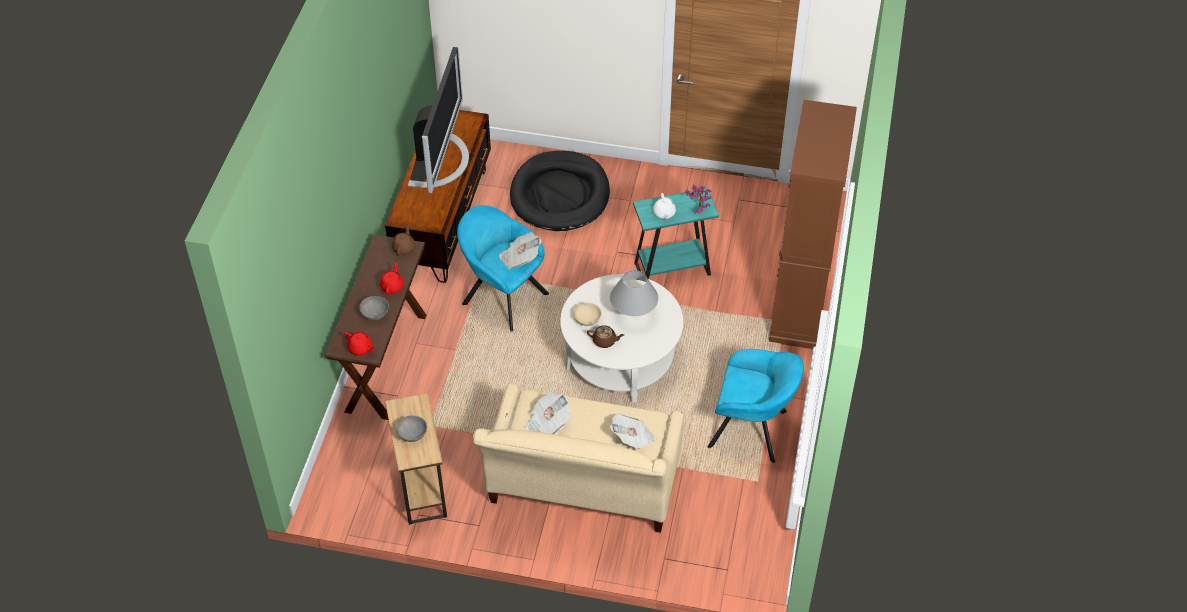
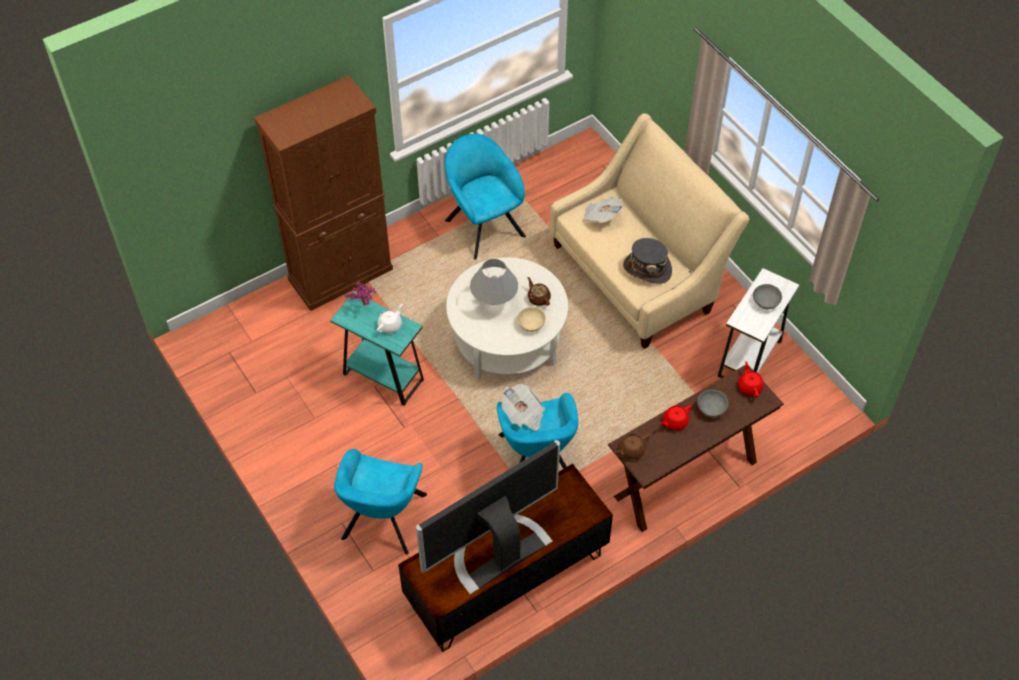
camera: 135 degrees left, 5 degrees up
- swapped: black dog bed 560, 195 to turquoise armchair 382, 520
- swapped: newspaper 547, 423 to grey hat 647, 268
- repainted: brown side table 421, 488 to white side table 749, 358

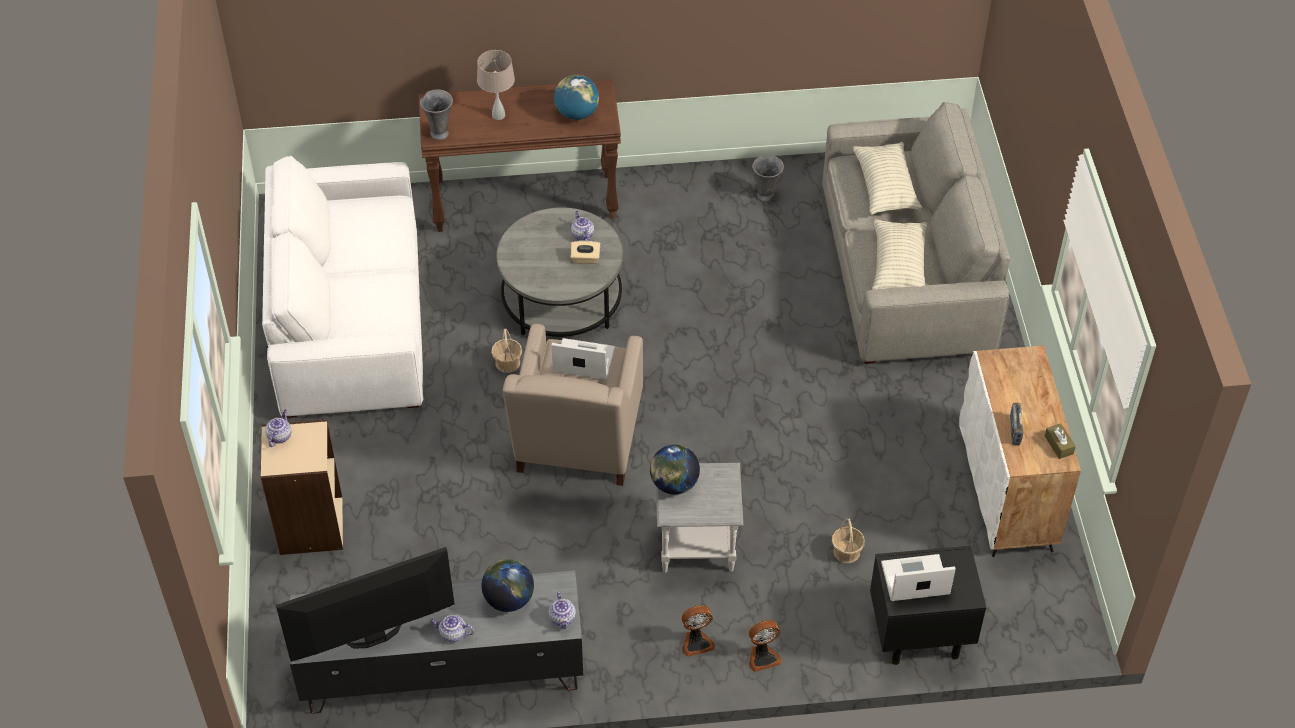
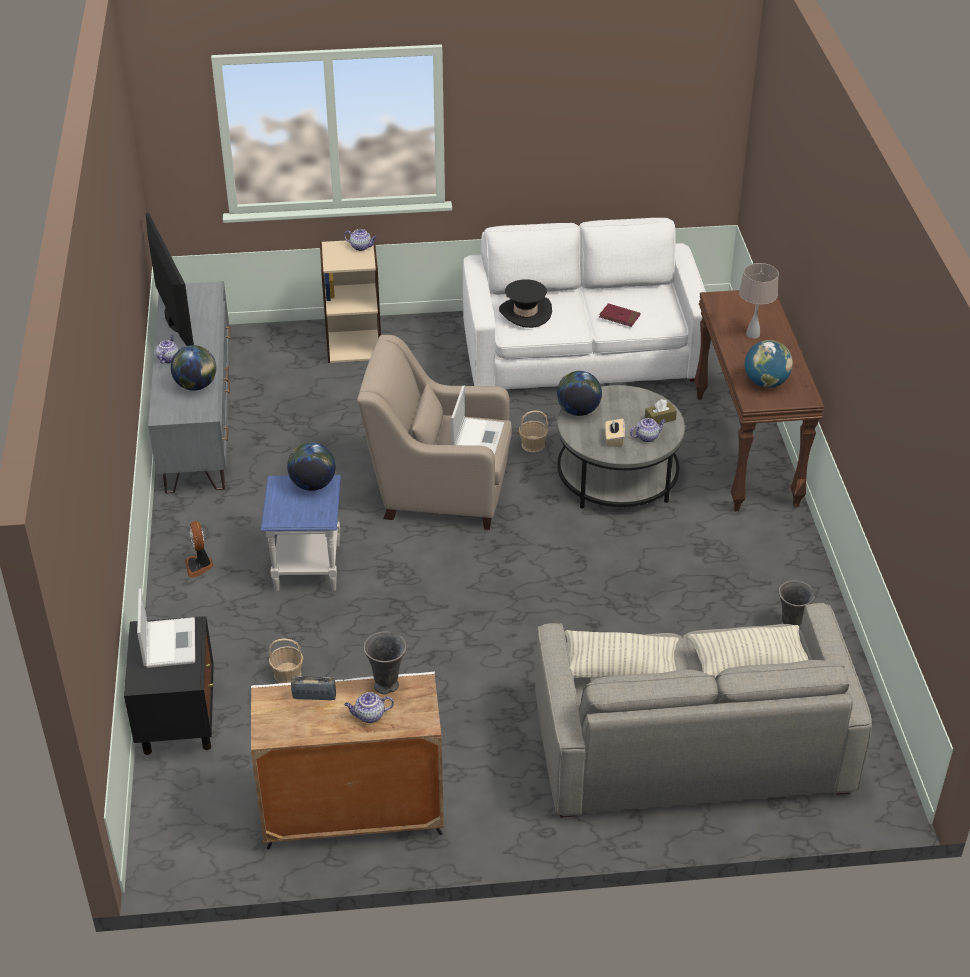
camera: 90 degrees right, 10 degrees down
- shifted: grey vase 439, 133 to 387, 686
- shifted: brown tissue box 1058, 445 to 660, 419
- repainted: grey side table 696, 546 to blue side table 307, 566
- shifted: teapot 562, 618 to 369, 716
- gone: fan 763, 656
- new: black hat 525, 313
- new: red book 619, 317
- new: globe 578, 411

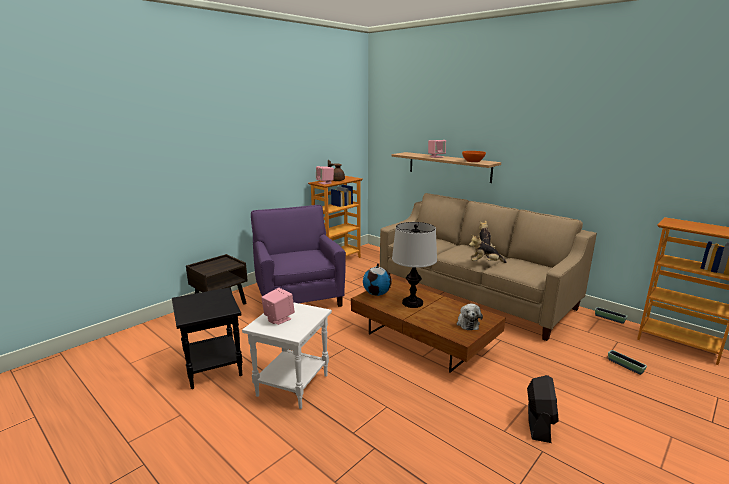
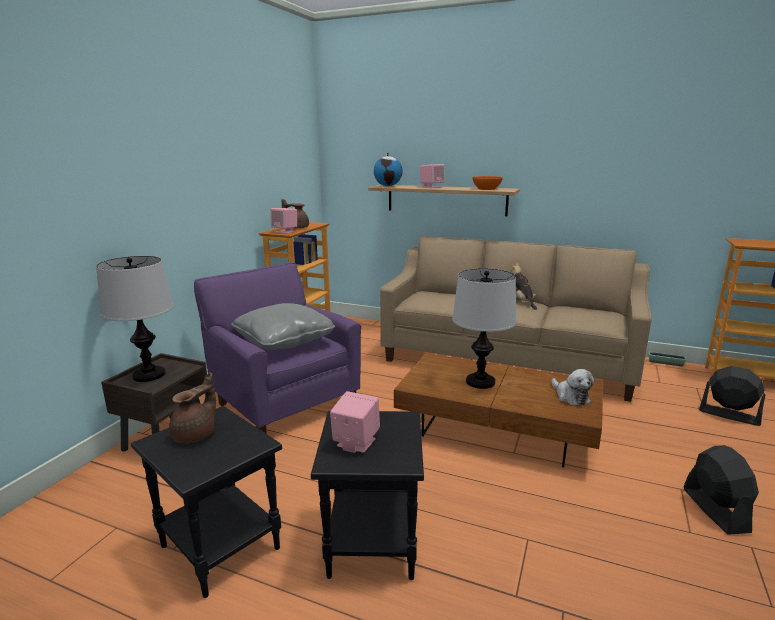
camera: 20 degrees left, 0 degrees up
- gone: plush toy 485, 263
- shifted: globe 377, 294 to 388, 186
- repainted: white side table 292, 385 to black side table 370, 542
- swapped: planter 625, 366 to black fan 729, 414
- new: table lamp 148, 375
- new: grey pillow 284, 341
- new: brown teapot 196, 434

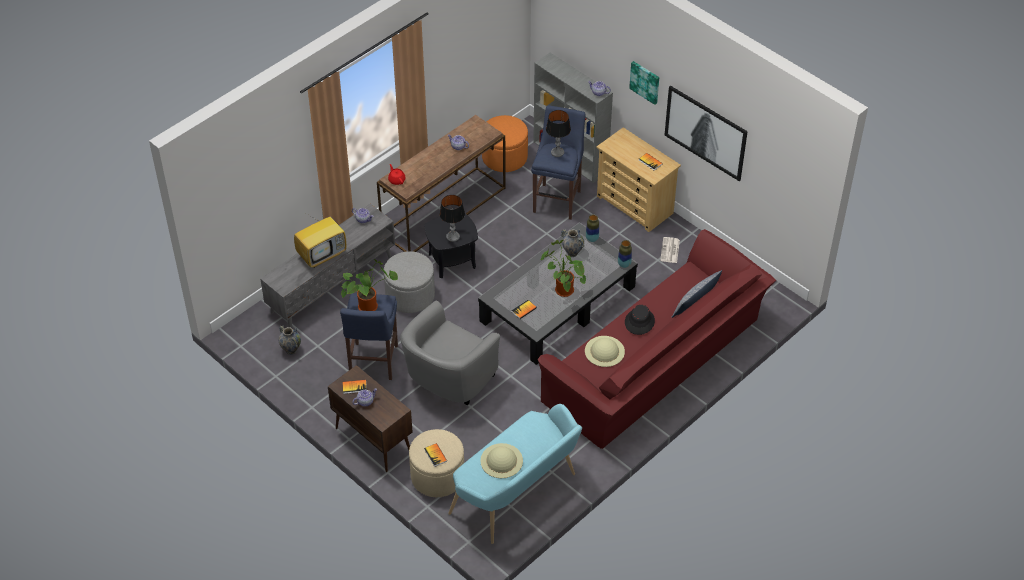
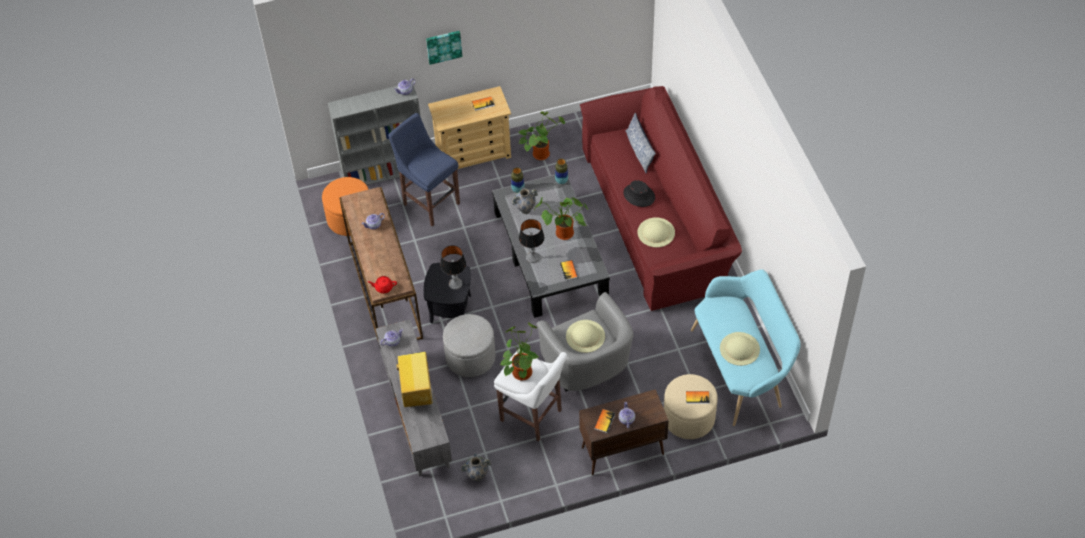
camera: 60 degrees left, 5 degrees up
- gone: picture 706, 132
- shifted: table lamp 557, 152 to 532, 257
- swapped: newspaper 670, 251 to potted plant 541, 153
- repainted: blue stool 373, 363 to white stool 533, 417
- new: beige hat 585, 336

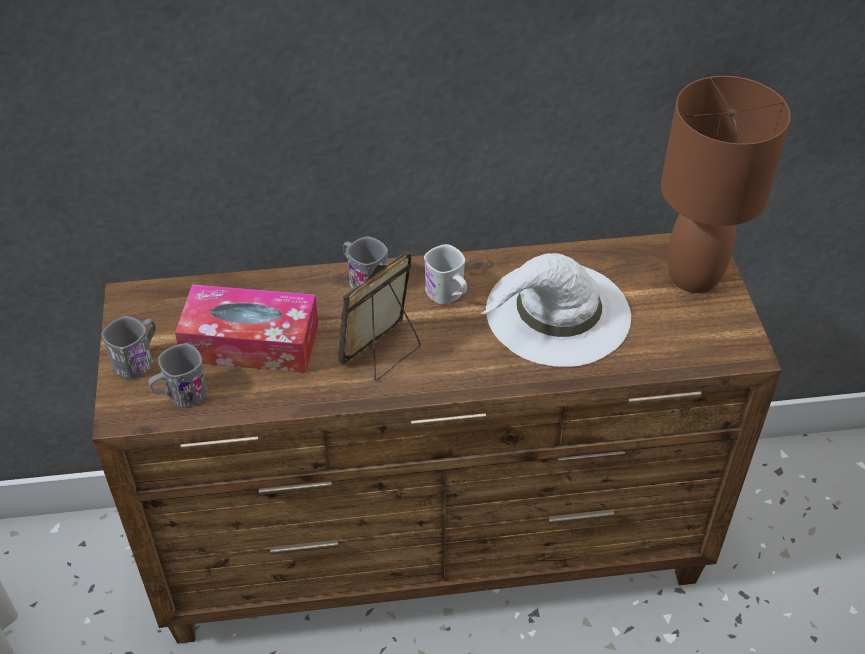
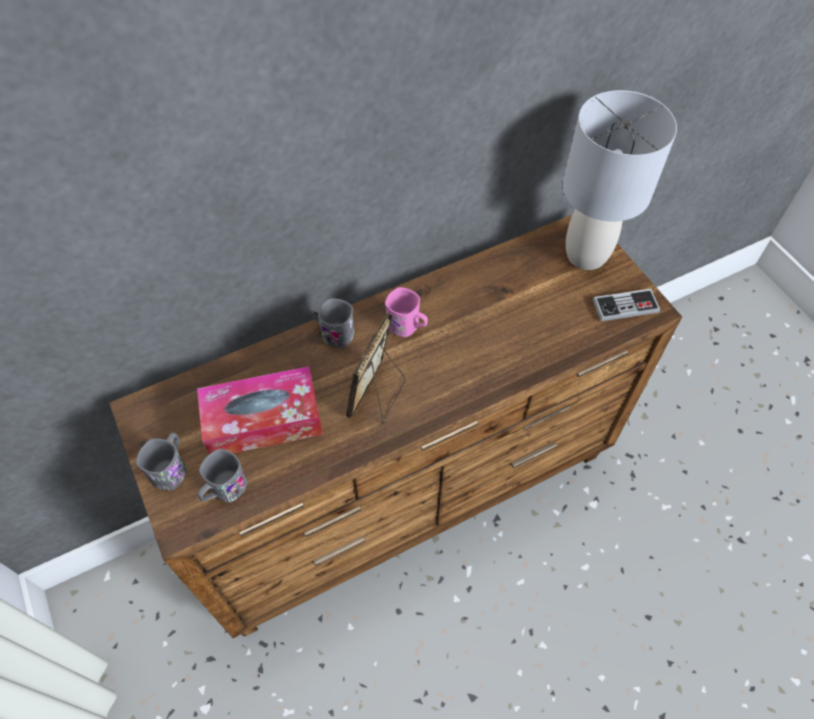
camera: 20 degrees left, 10 degrees up
- repainted: brown table lamp 693, 276 to grey table lamp 585, 255
- repainted: white mug 448, 295 to pink mug 407, 327
- gone: white hat 556, 314
- new: game controller 625, 306

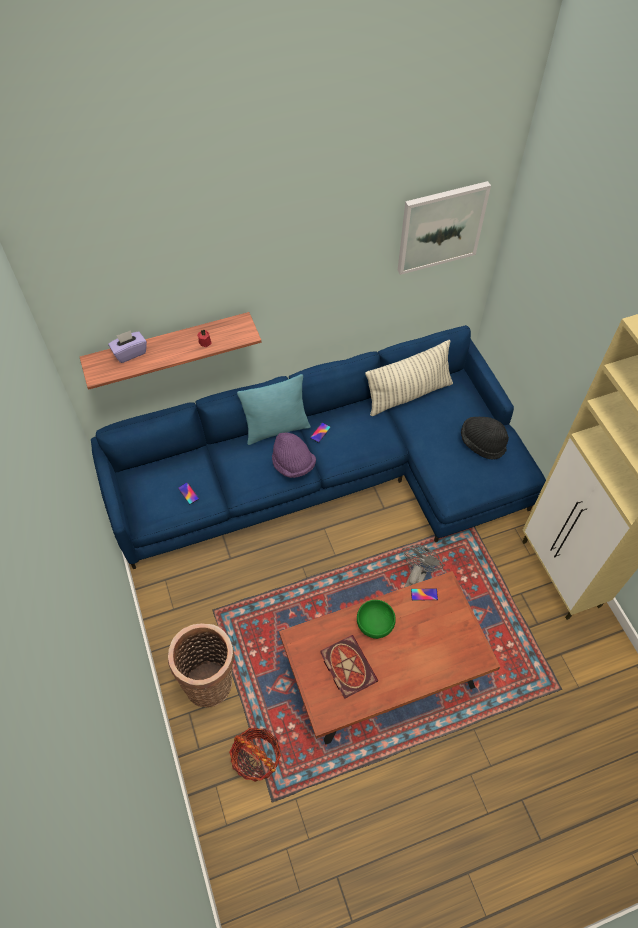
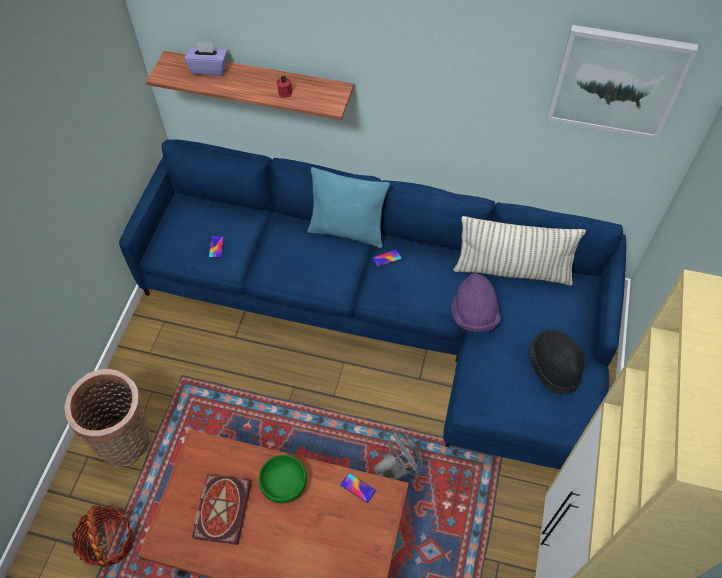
camera: 35 degrees right, 0 degrees up
- shifted: purple hat 293, 464 to 474, 314

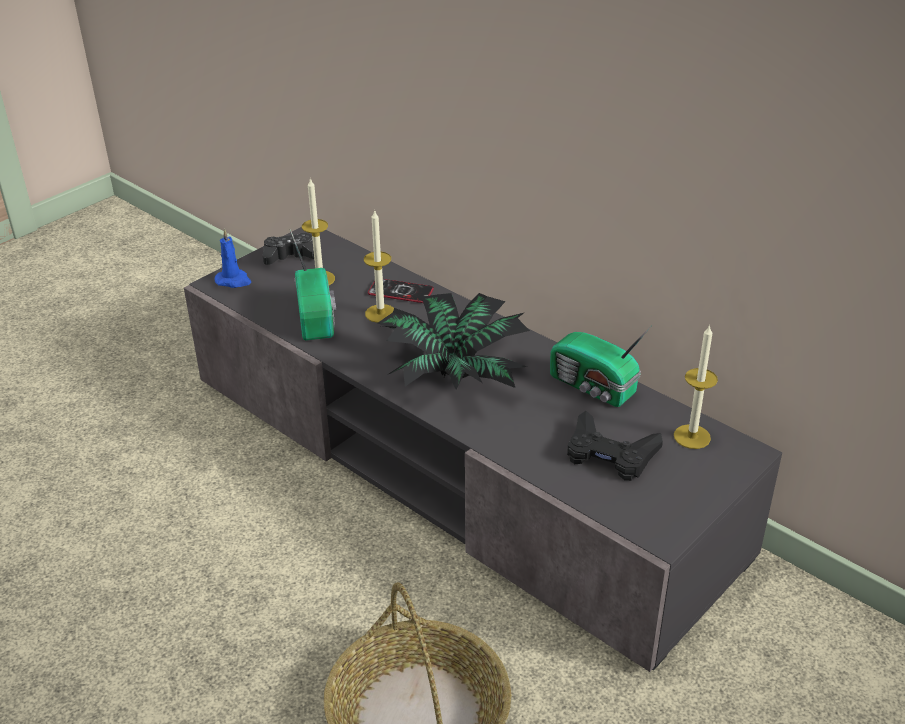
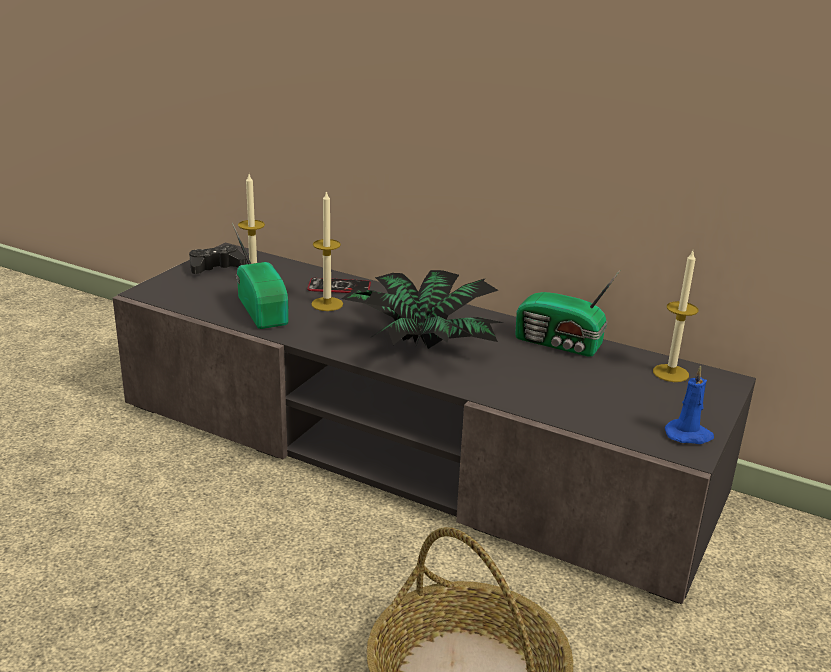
camera: 15 degrees left, 10 degrees down
- shifted: blue candle 234, 281 to 689, 435
- gone: black game controller 610, 454

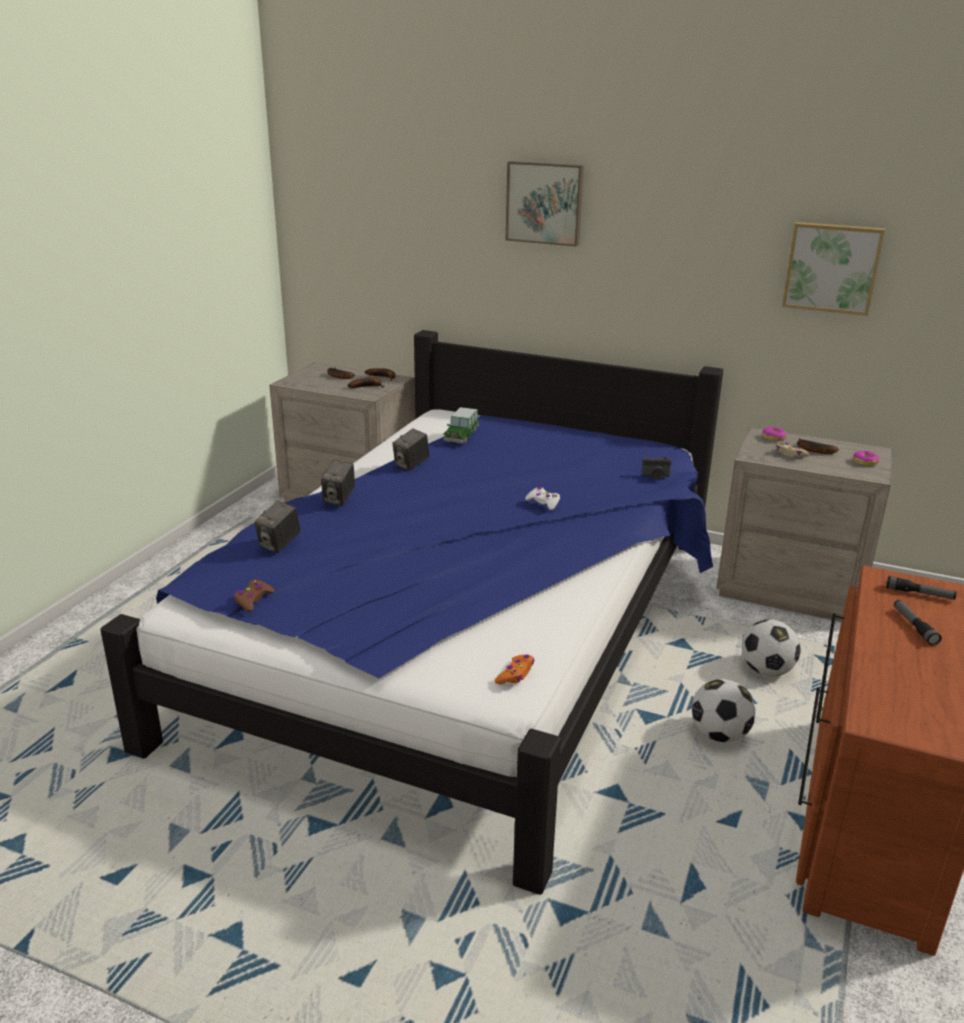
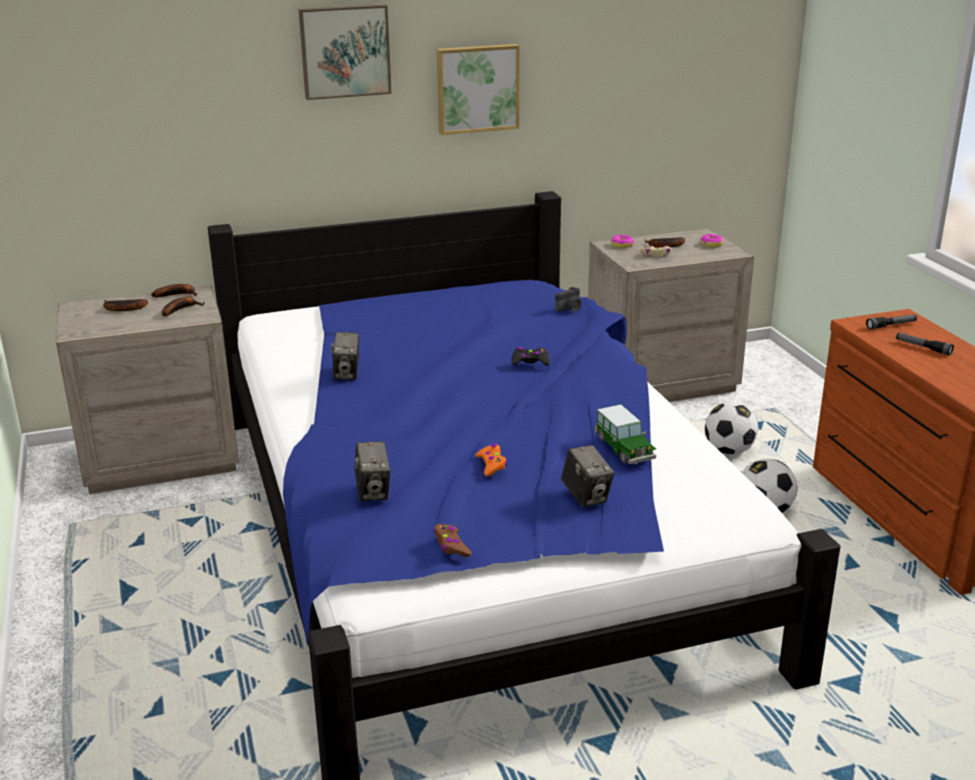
camera: 40 degrees left, 0 degrees up
- shifted: picture 832, 268 to 477, 88
- shifted: toy car 461, 436 to 624, 449
- shifted: photo camera 339, 499 to 586, 497
- repainted: white game controller 543, 502 to black game controller 530, 361
- shifted: orange game controller 515, 674 to 491, 465

